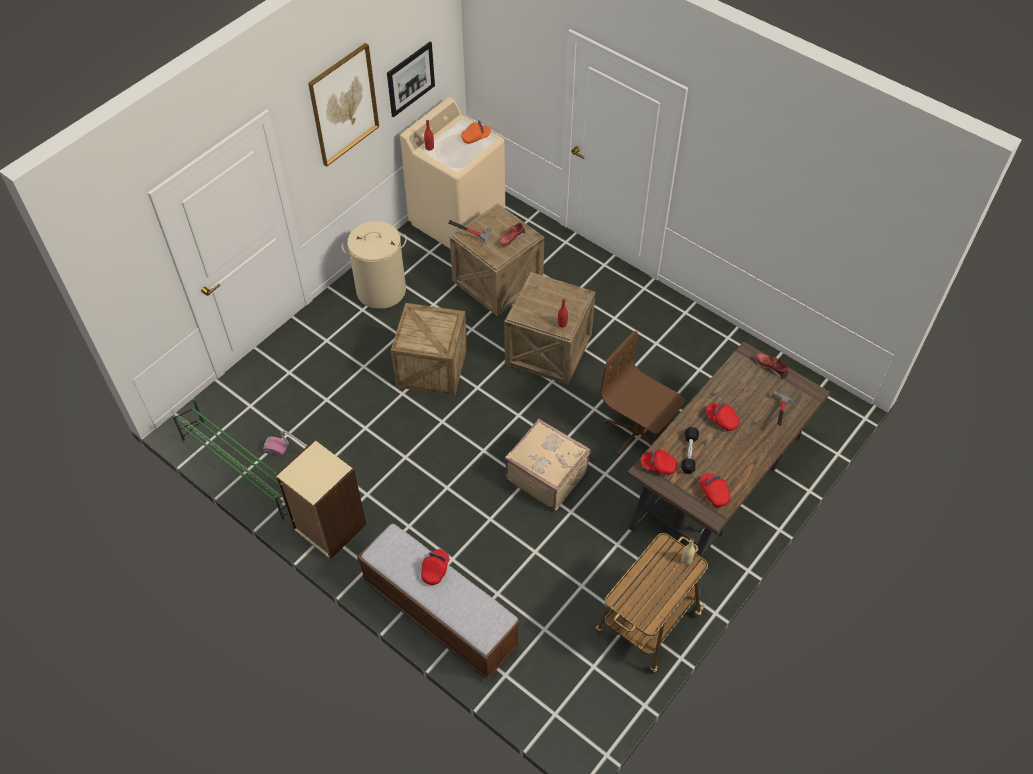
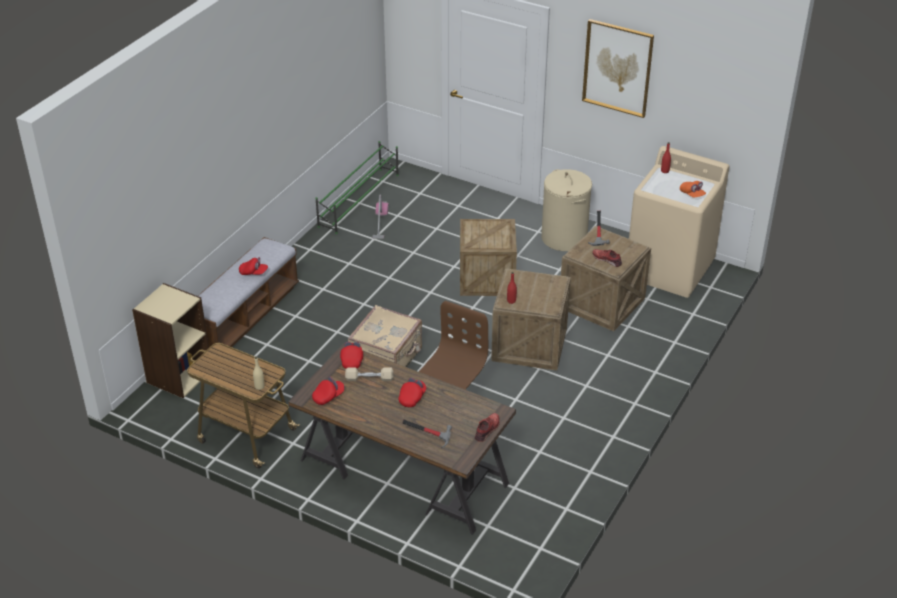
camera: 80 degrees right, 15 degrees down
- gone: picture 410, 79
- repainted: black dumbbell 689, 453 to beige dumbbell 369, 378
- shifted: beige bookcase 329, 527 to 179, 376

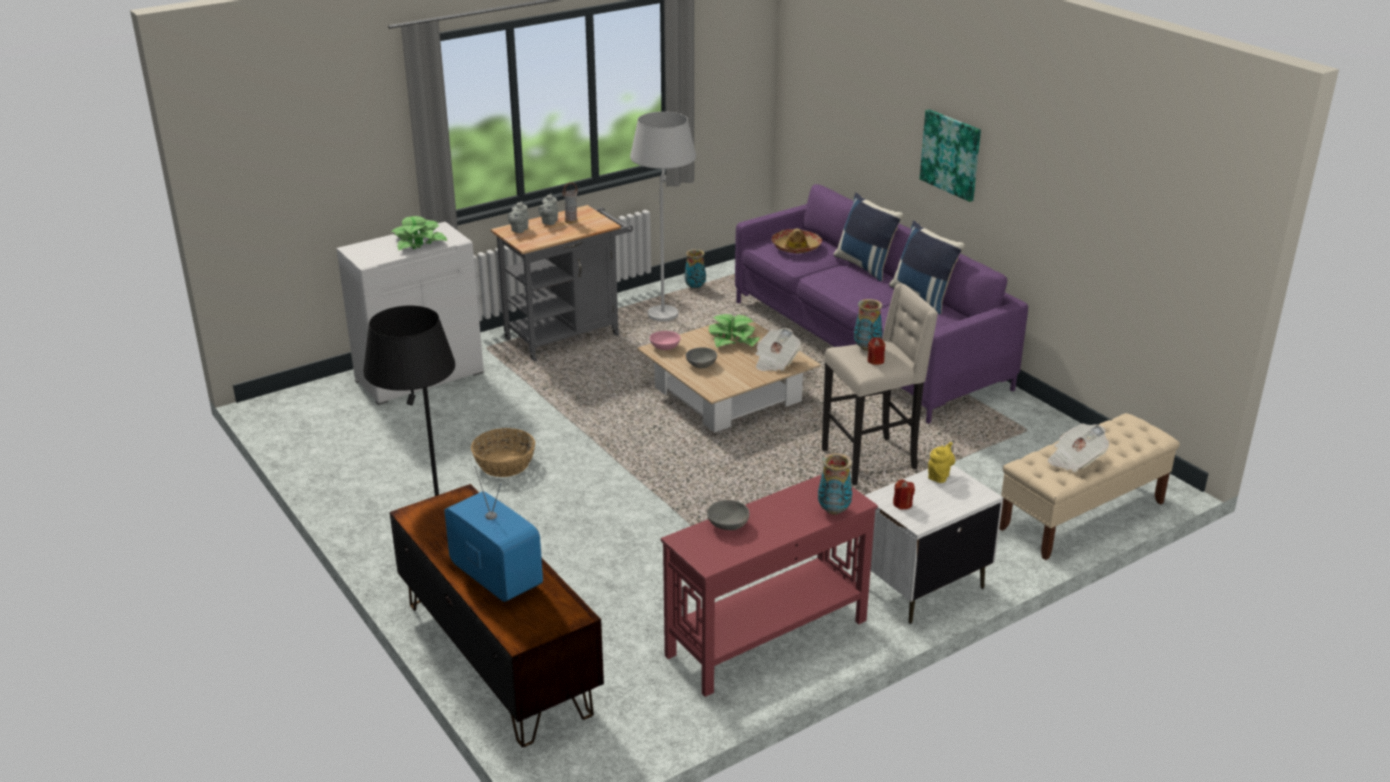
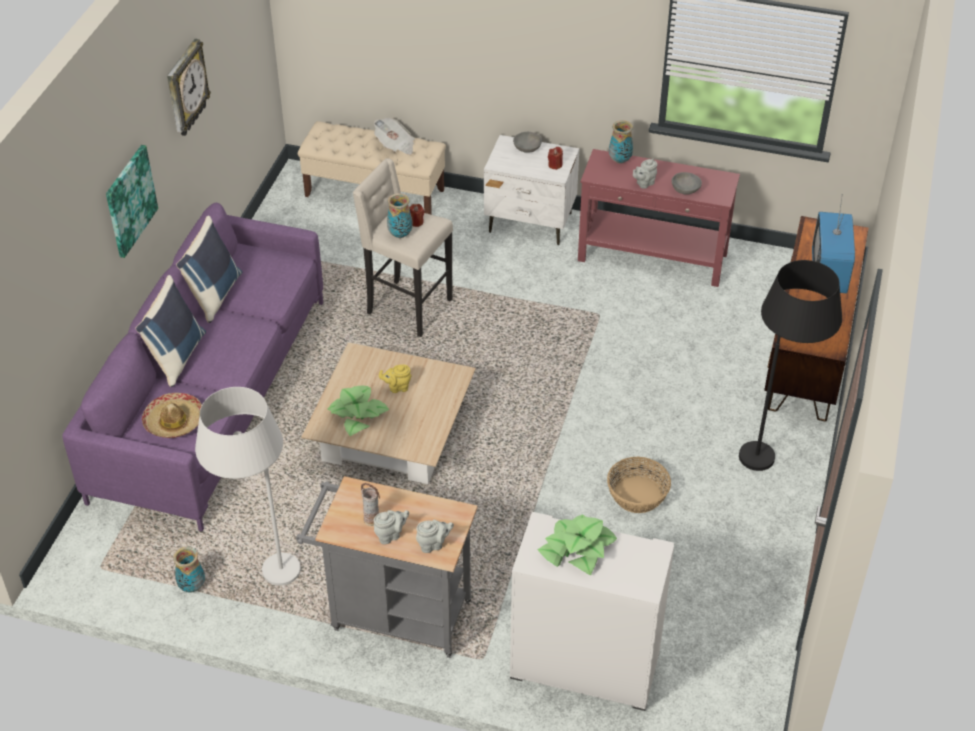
camera: 130 degrees left, 15 degrees up
- gone: newspaper 775, 362
- gone: pink bowl 665, 347
- shifted: grey bowl 701, 364 to 527, 148
- shifted: yellow teapot 939, 475 to 397, 387
- new: wall clock 185, 88
- new: grey teapot 644, 183

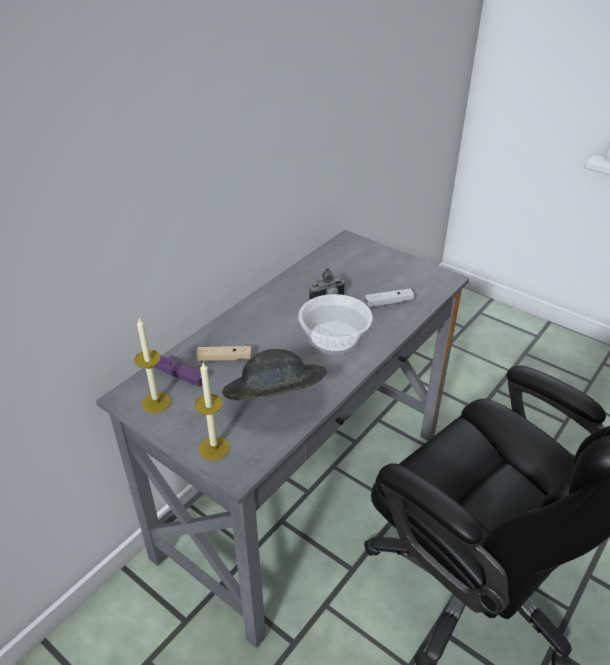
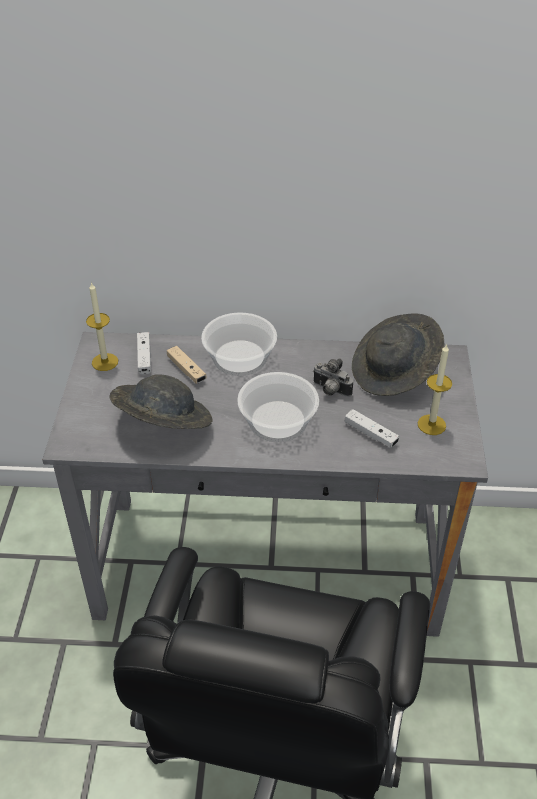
camera: 55 degrees right, 5 degrees up
- repainted: purple game controller 180, 376 to white game controller 144, 357
- shifted: candle 214, 448 to 431, 425
- new: bowl 239, 358
- new: grey hat 395, 372

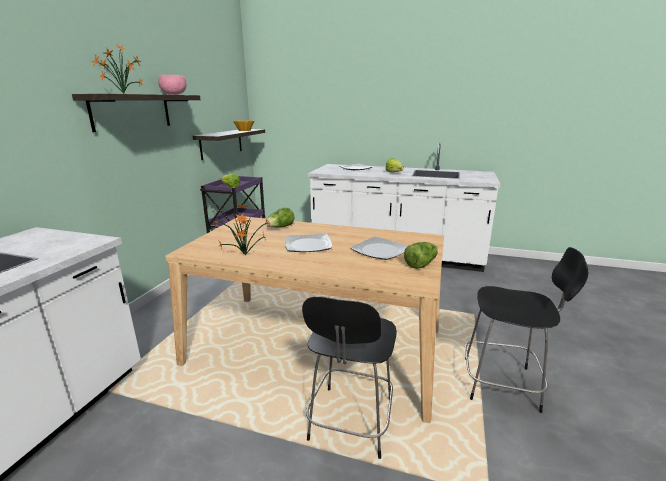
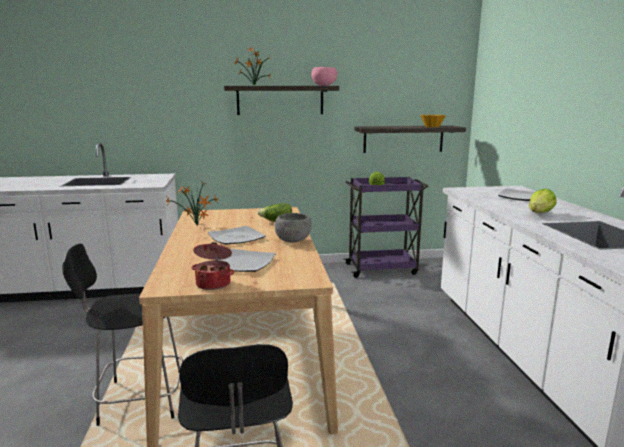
camera: 65 degrees right, 5 degrees down
- swapped: lettuce 421, 264 to cooking pot 214, 283
- new: grey bowl 293, 241

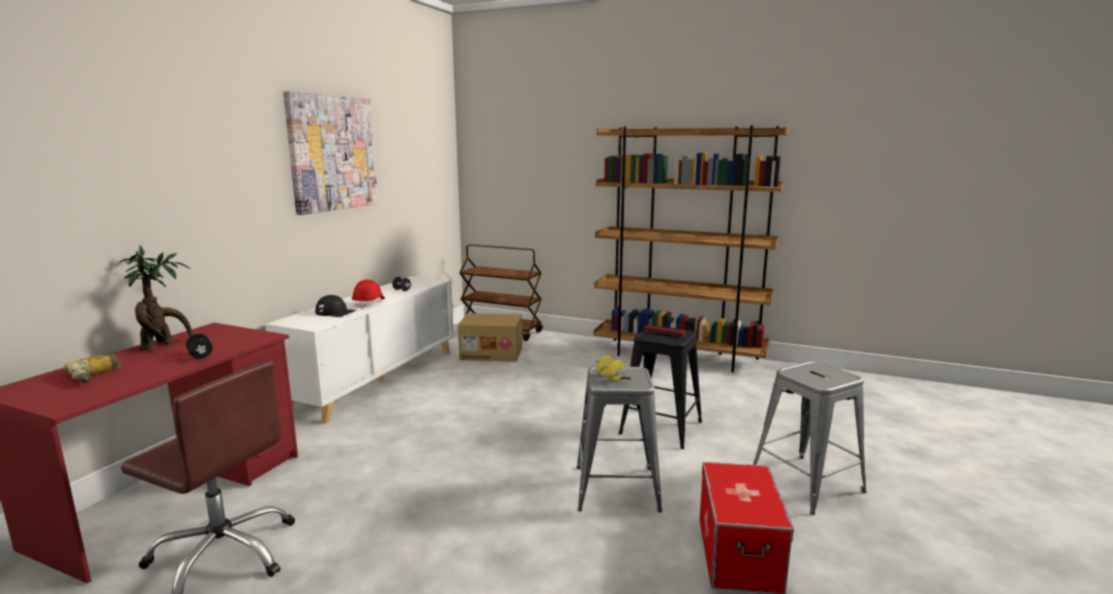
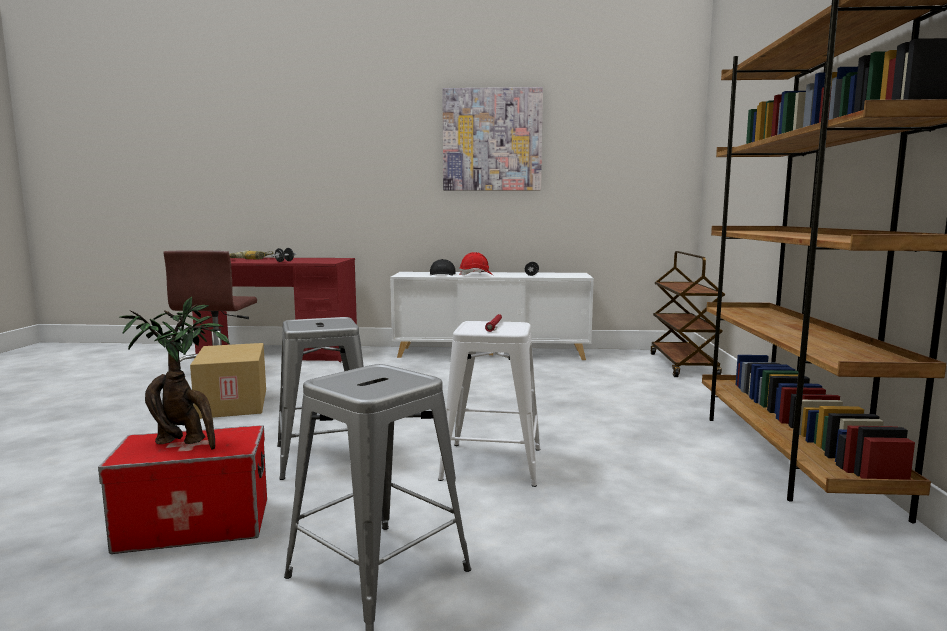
camera: 70 degrees right, 5 degrees down
- shifted: potted plant 163, 345 to 185, 443
- shifted: cardboard box 492, 353 to 234, 403
- repainted: black stool 661, 428 to white stool 492, 464
- gone: yellow dumbbell 610, 377

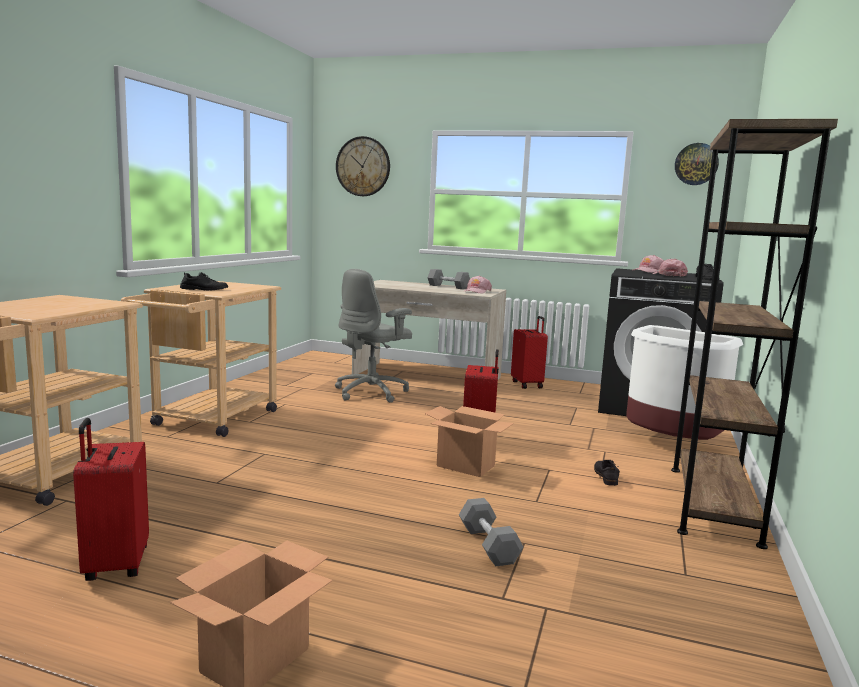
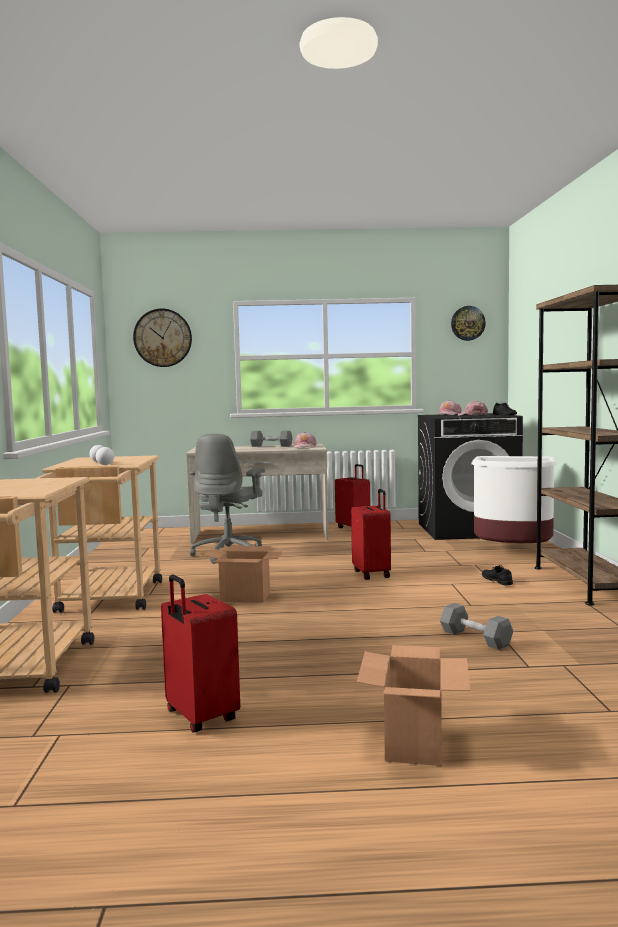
camera: 20 degrees left, 5 degrees down
- swapped: black shoe 204, 289 to white dumbbell 102, 463
- shifted: cardboard box 466, 466 to 246, 597

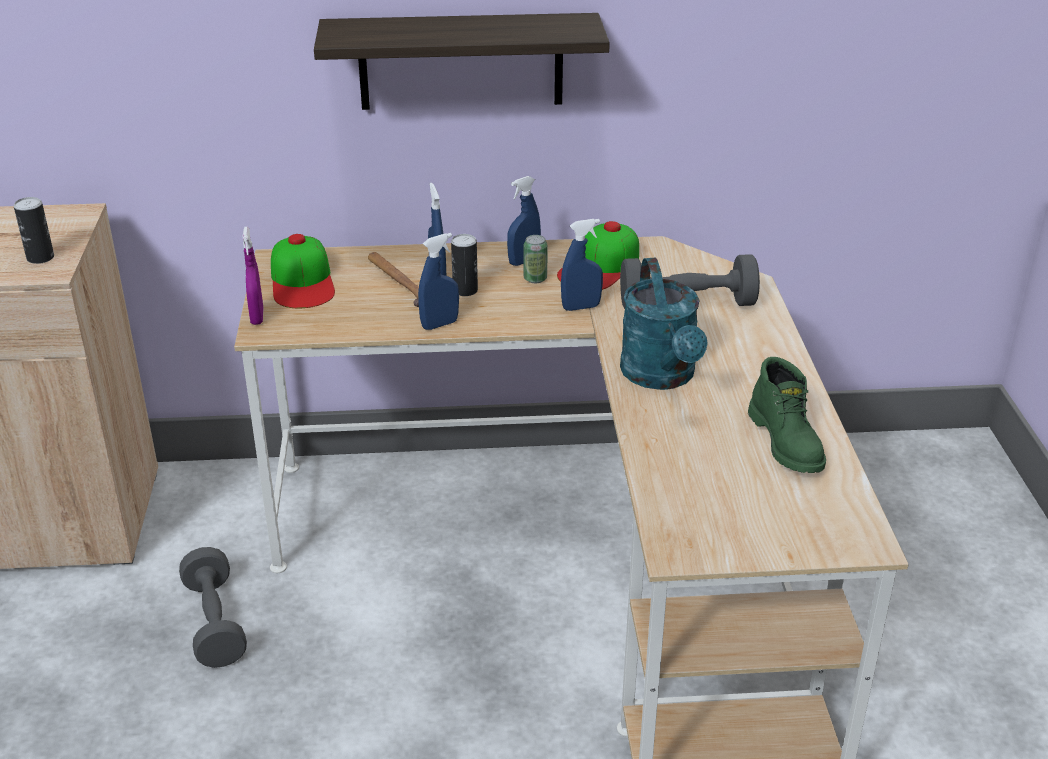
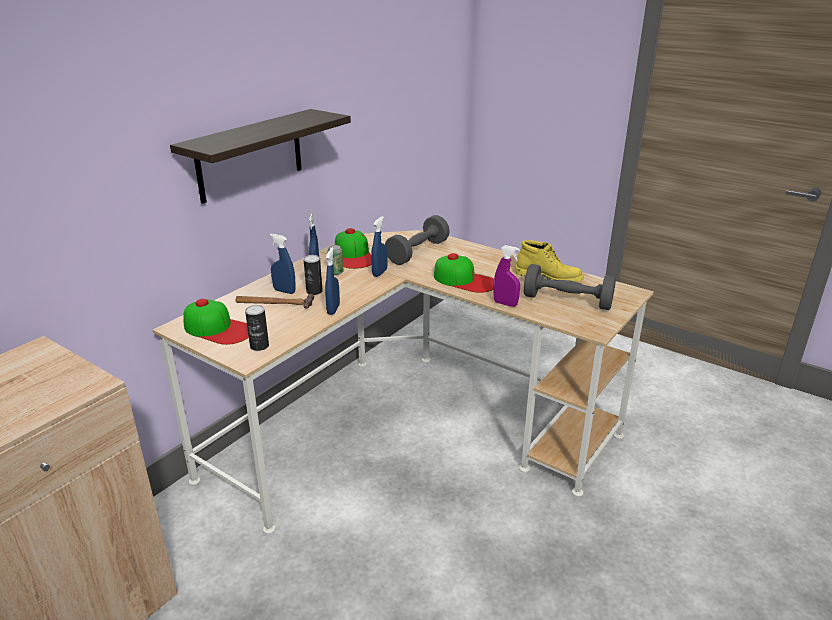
camera: 50 degrees left, 5 degrees down
- shifted: can 40, 258 to 259, 346
- shifted: purple spray bottle 257, 317 to 505, 304
- swapped: turquoise watering can 662, 377 to cap 464, 280
- repainted: green boot 787, 442 to yellow boot 548, 277
- shifted: grey dumbbell 215, 623 to 567, 301

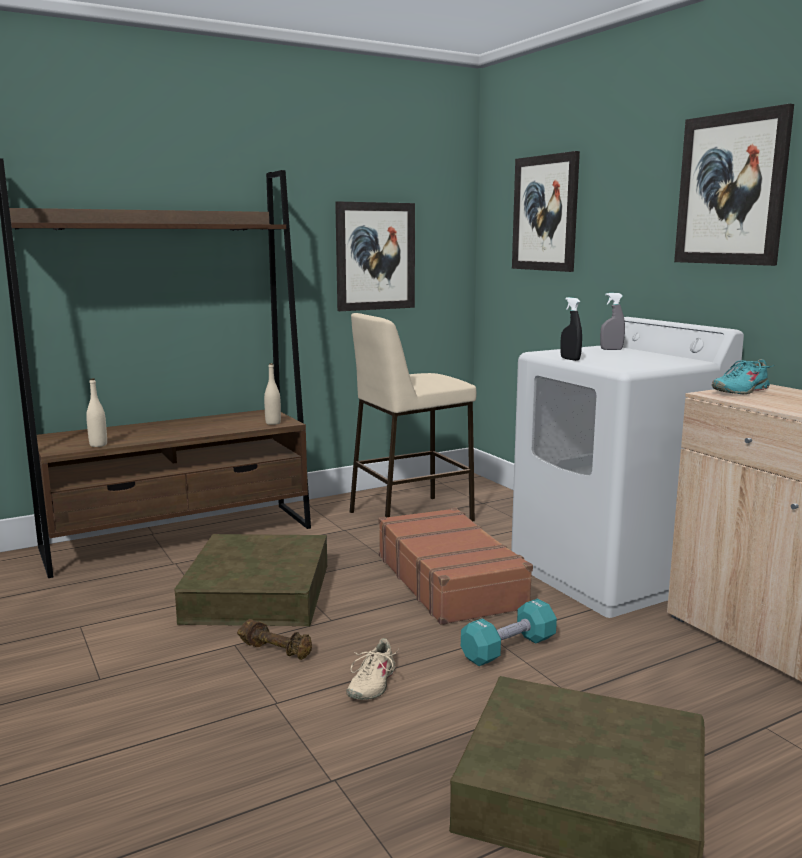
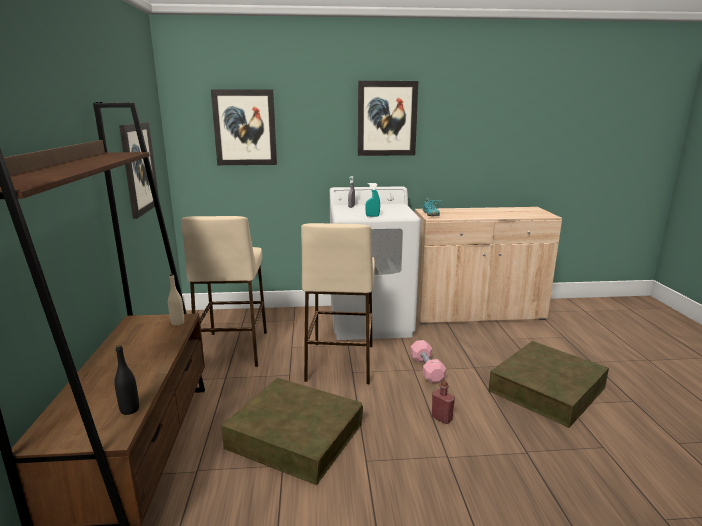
camera: 65 degrees left, 5 degrees up
- repainted: black spray bottle 570, 359 to turquoise spray bottle 372, 216
- repainted: beige bottle 98, 445 to black bottle 129, 410
- swapped: brown suitcase 450, 581 to beige stool 340, 363
- repainted: turquoise dumbbell 508, 648 to pink dumbbell 426, 369
- gone: brown dumbbell 276, 650
- swapped: beige shoe 371, 684 to red bottle 441, 418

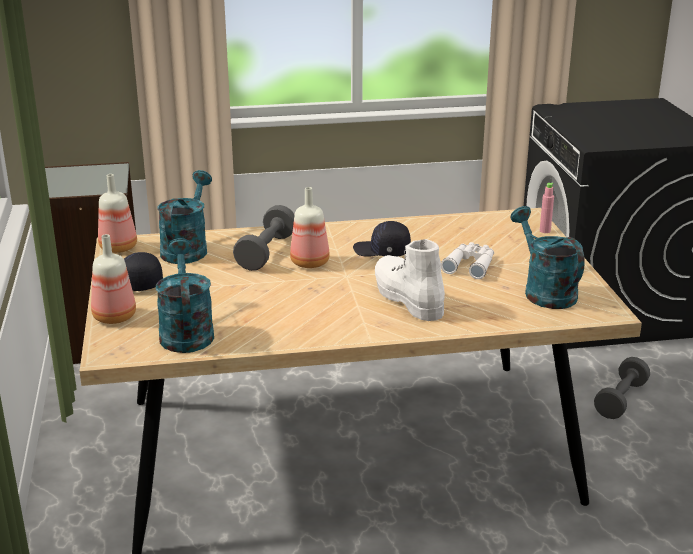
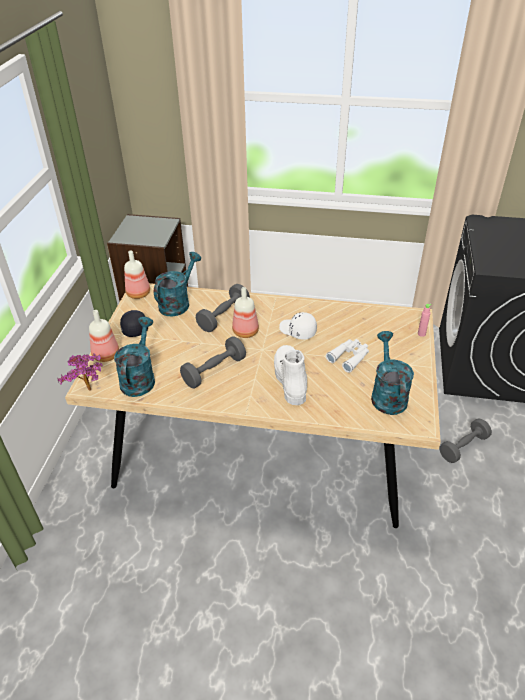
camera: 20 degrees right, 15 degrees up
- repainted: black cap 382, 251 to white cap 297, 331
- new: grey dumbbell 214, 371
- new: potted plant 90, 392

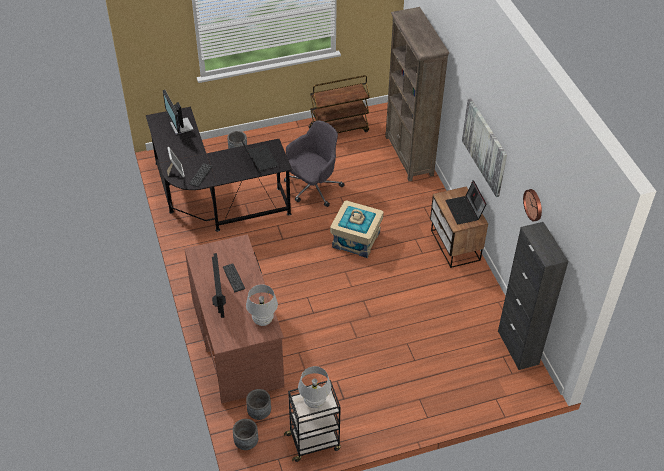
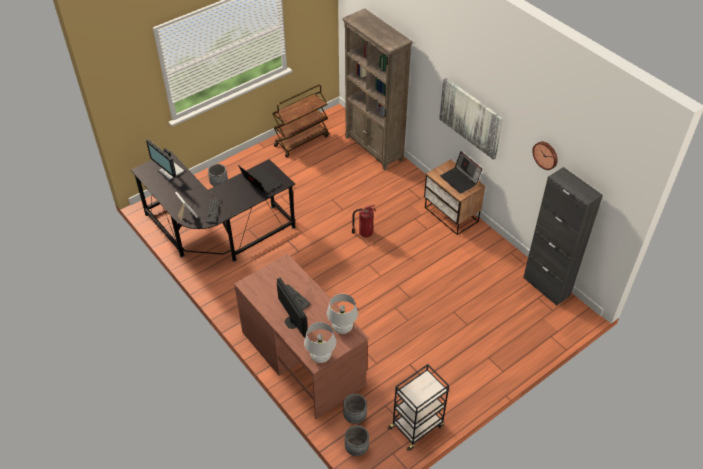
camera: 20 degrees left, 0 degrees up
- gone: grey office chair 312, 188
- swapped: beige storage box 356, 239 to fire extinguisher 364, 233
- shifted: white table lamp 314, 402 to 320, 357

